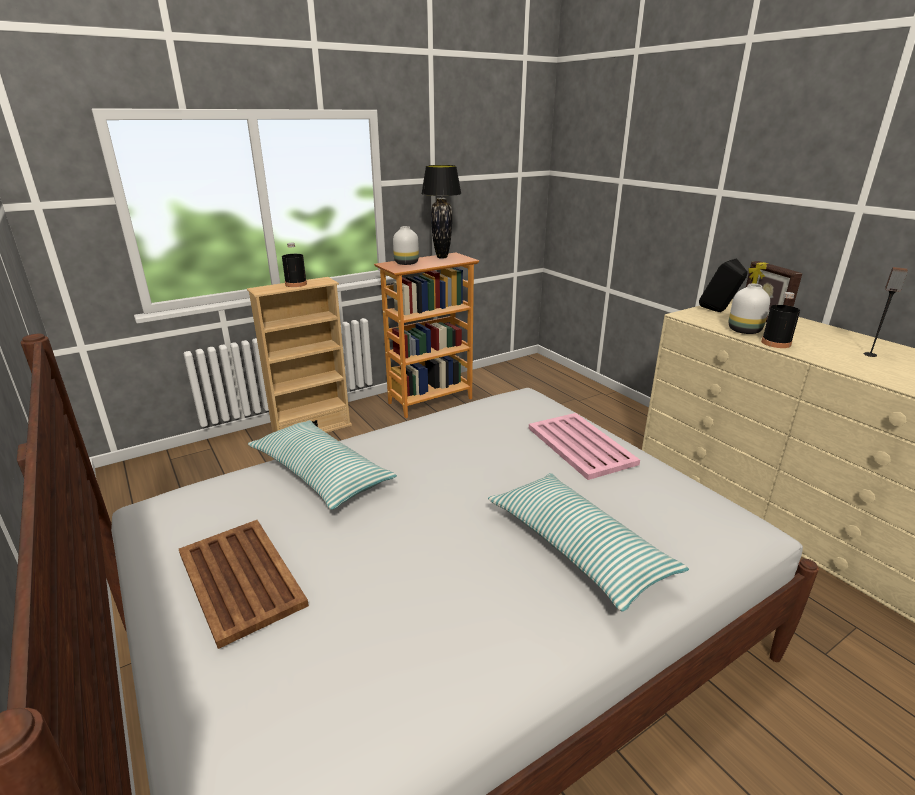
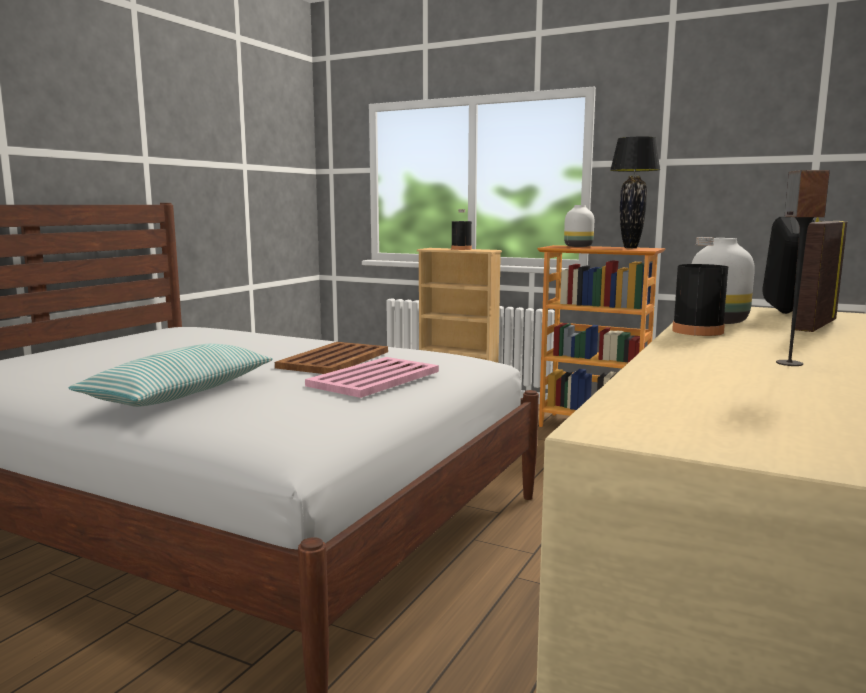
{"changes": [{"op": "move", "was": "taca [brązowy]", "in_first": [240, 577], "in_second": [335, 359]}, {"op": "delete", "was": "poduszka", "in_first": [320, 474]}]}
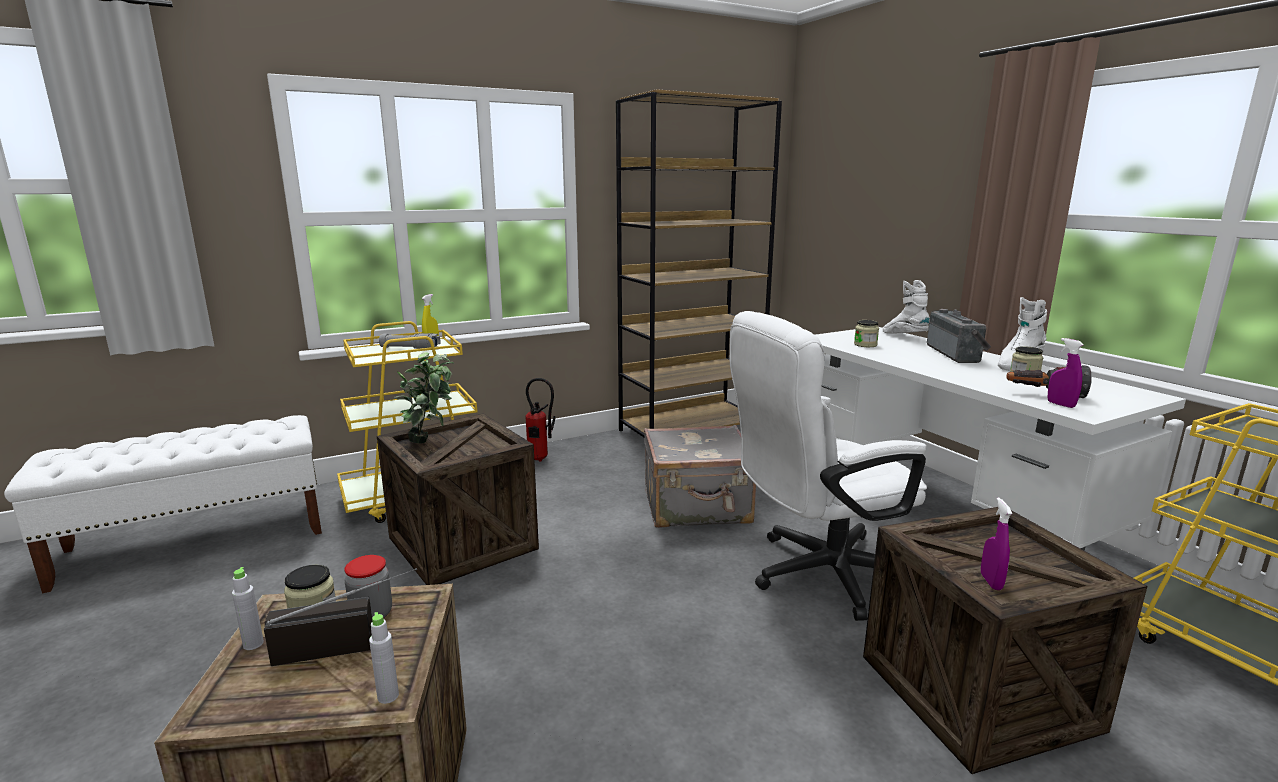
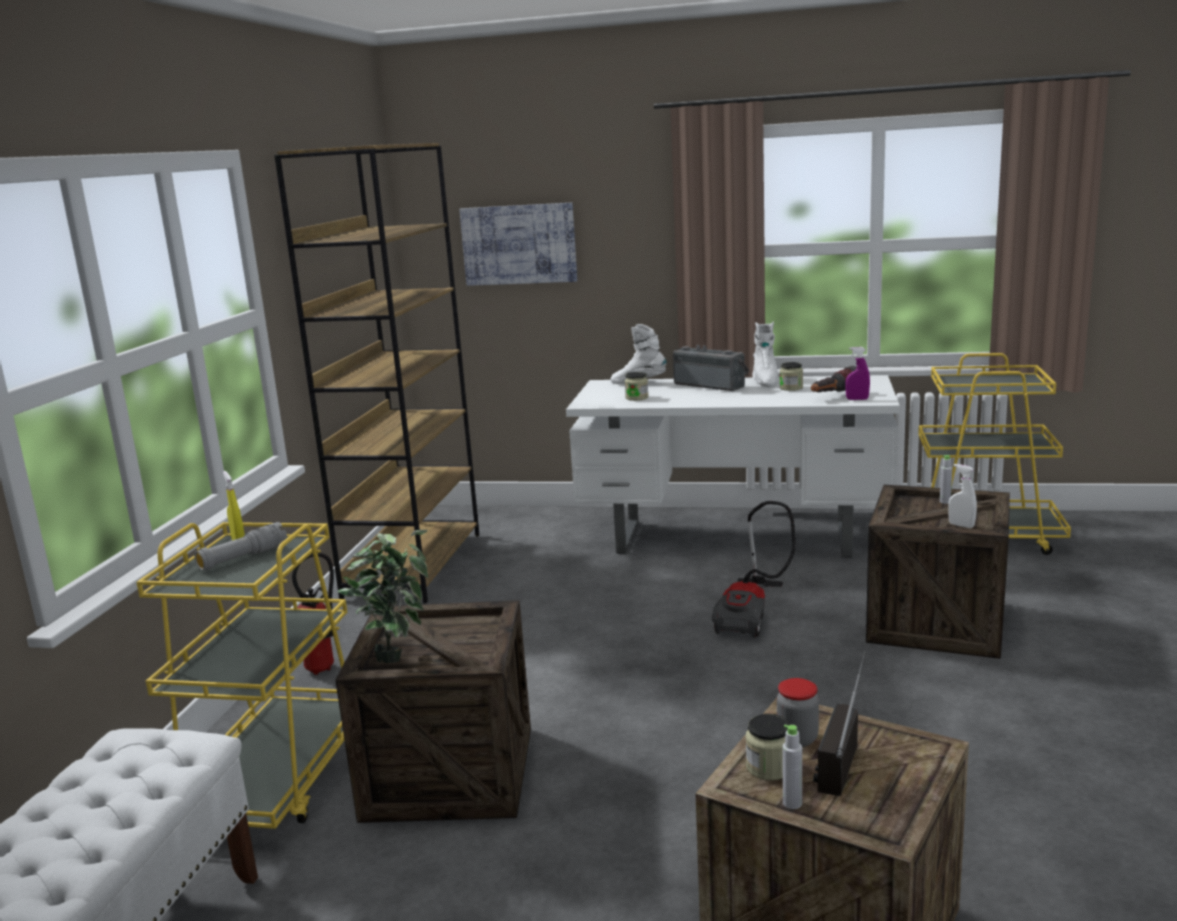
{"changes": [{"op": "move", "was": "butelka [szary]", "in_first": [388, 696], "in_second": [945, 502]}, {"op": "delete", "was": "walizka [szary]", "in_first": [697, 508]}, {"op": "replace", "was": "krzesło biurowe [biały]", "now": "odkurzacz", "in_first": [817, 574], "in_second": [751, 615]}, {"op": "recolor", "was": "spryskiwacz [fioletowy]", "now": "spryskiwacz [biały]", "in_first": [991, 582], "in_second": [961, 525]}, {"op": "insert", "now": "obraz", "in_second": [519, 244]}]}
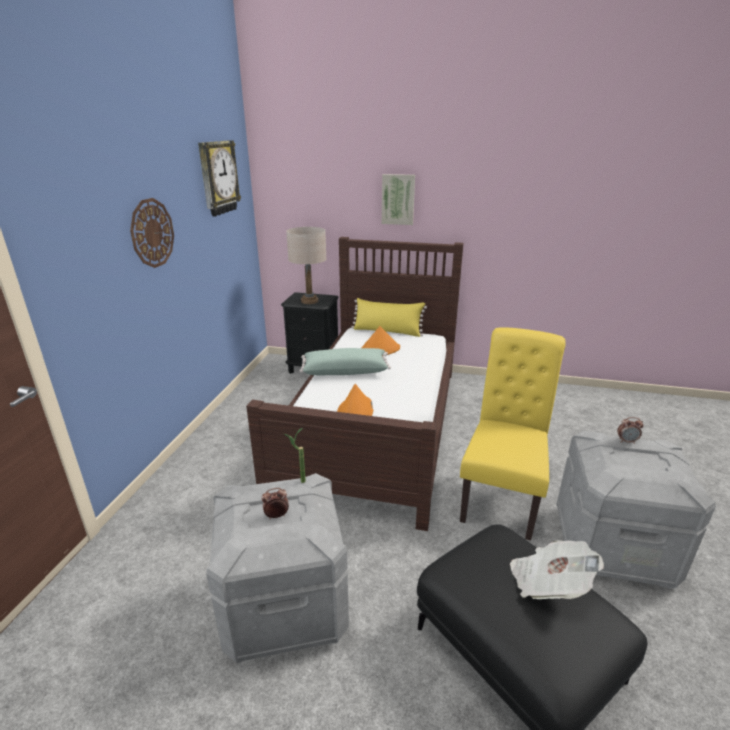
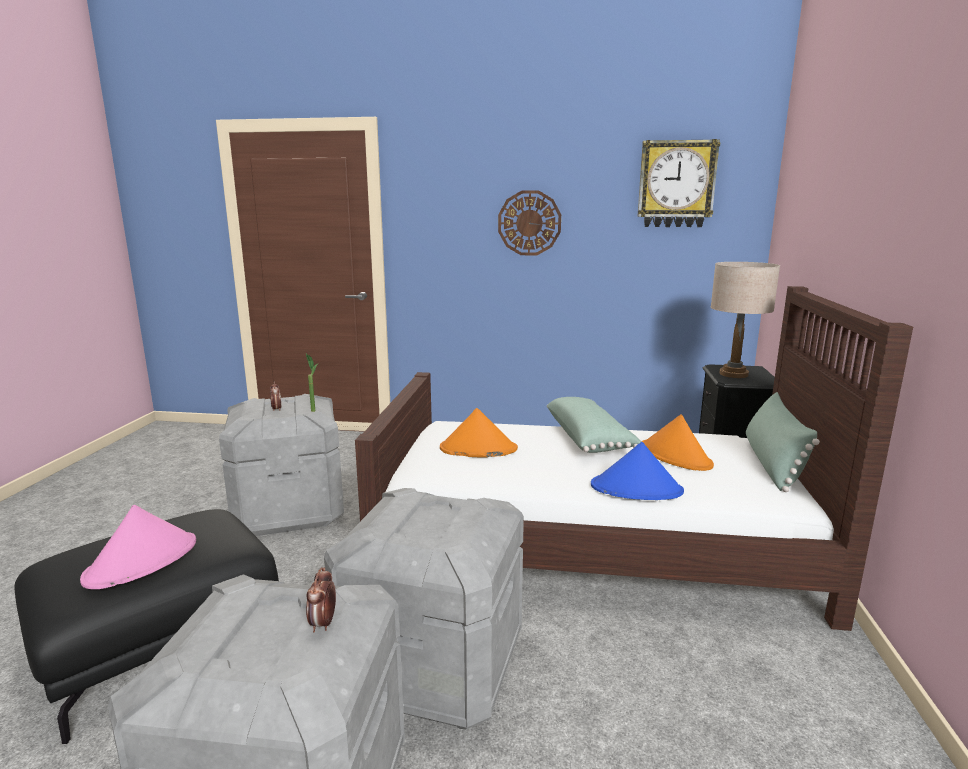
{"changes": [{"op": "recolor", "was": "poduszka [żółty]", "now": "poduszka [zielony]", "in_first": [387, 331], "in_second": [772, 464]}, {"op": "delete", "was": "obraz", "in_first": [398, 199]}, {"op": "replace", "was": "krzesło [żółty]", "now": "pojemnik do przechowywania [szary]", "in_first": [501, 495], "in_second": [434, 667]}, {"op": "replace", "was": "gazeta", "now": "kapelusz [różowy]", "in_first": [549, 583], "in_second": [142, 561]}, {"op": "insert", "now": "kapelusz [niebieski]", "in_second": [636, 489]}]}
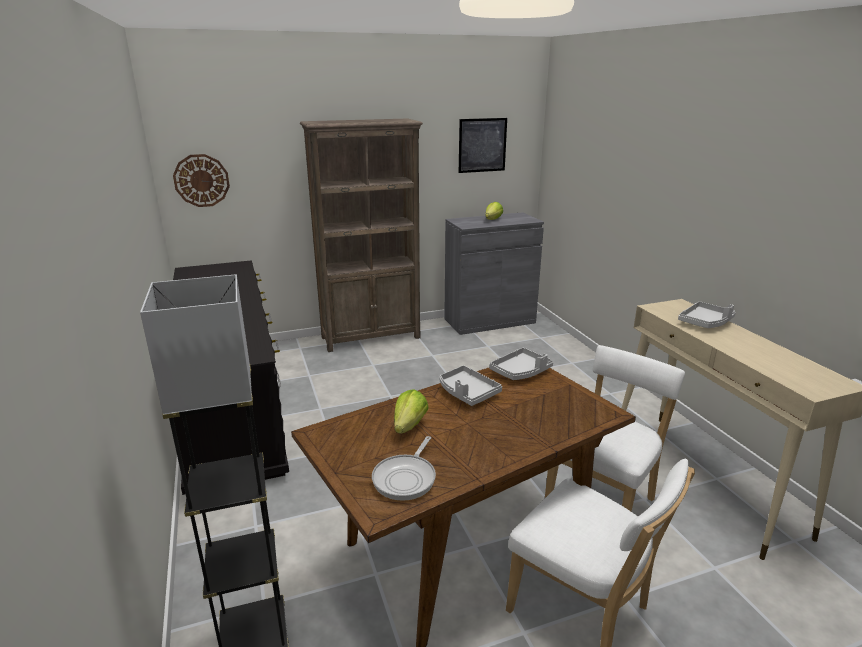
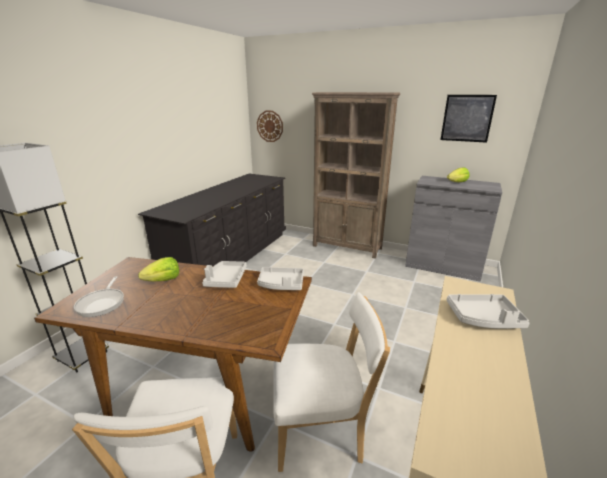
{"changes": [{"op": "rotate", "was": "patelnia", "in_first": [406, 478], "in_second": [102, 303], "clockwise": -75}]}
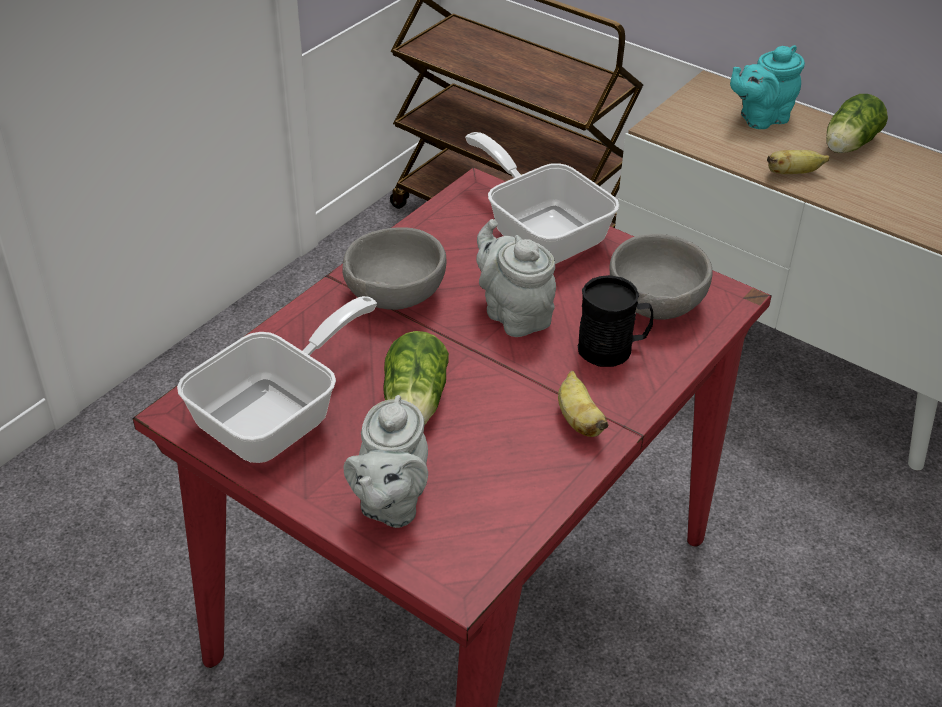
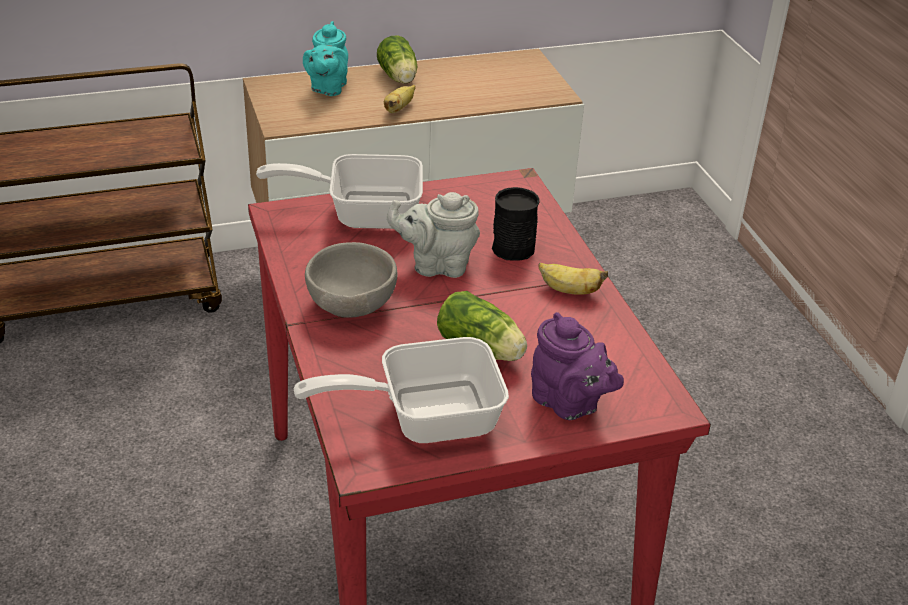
{"changes": [{"op": "rotate", "was": "patelnia", "in_first": [279, 415], "in_second": [424, 417], "clockwise": -90}, {"op": "recolor", "was": "imbryk [szary]", "now": "imbryk [fioletowy]", "in_first": [390, 504], "in_second": [569, 404]}, {"op": "delete", "was": "miska [szary]", "in_first": [658, 302]}]}
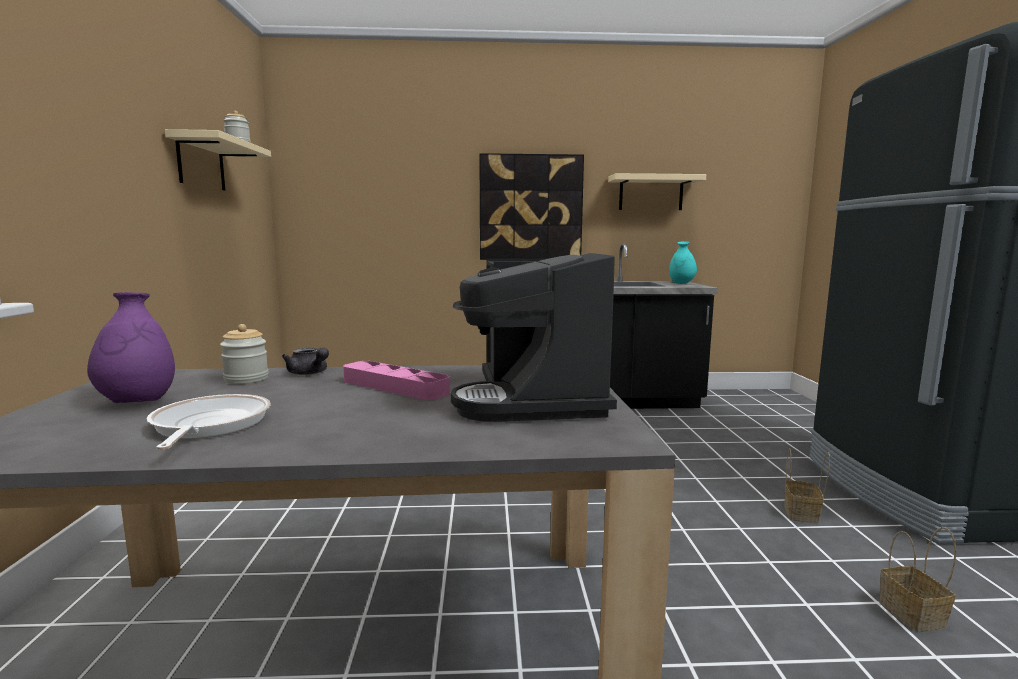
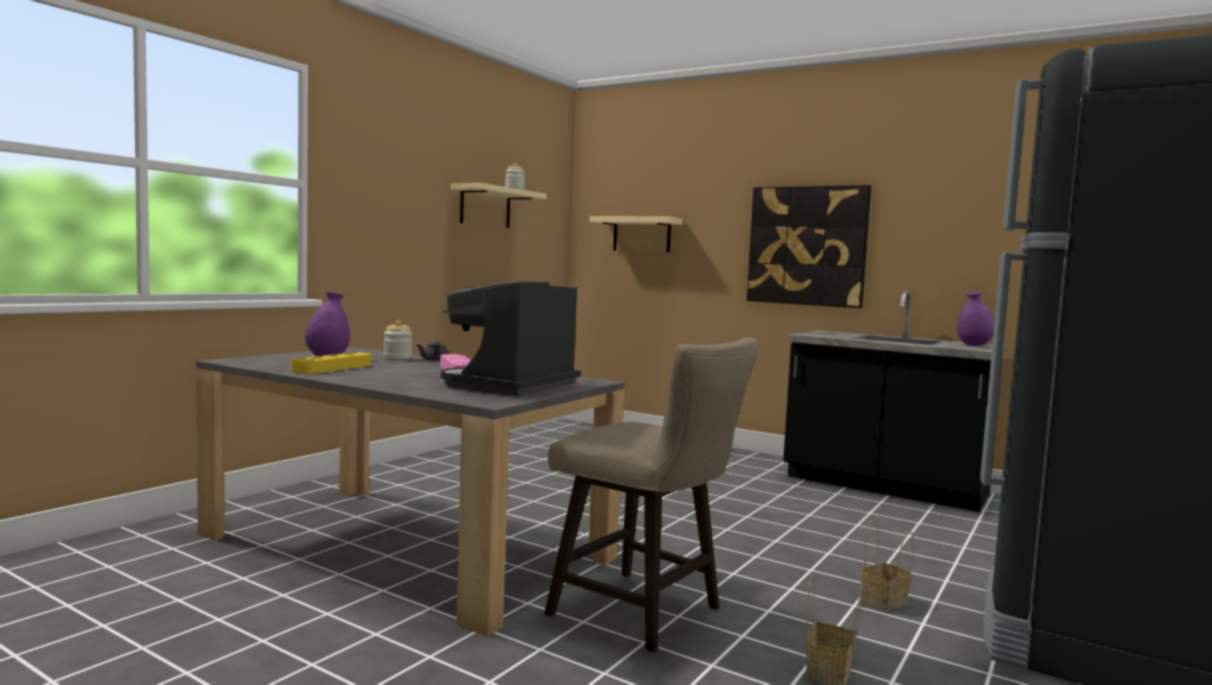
{"changes": [{"op": "replace", "was": "patelnia", "now": "taca [żółty]", "in_first": [208, 425], "in_second": [332, 368]}, {"op": "move", "was": "półka [beżowy]", "in_first": [651, 193], "in_second": [641, 235]}, {"op": "recolor", "was": "wazon [turkusowy]", "now": "wazon [fioletowy]", "in_first": [681, 283], "in_second": [974, 345]}, {"op": "insert", "now": "stołek [beżowy]", "in_second": [646, 614]}]}
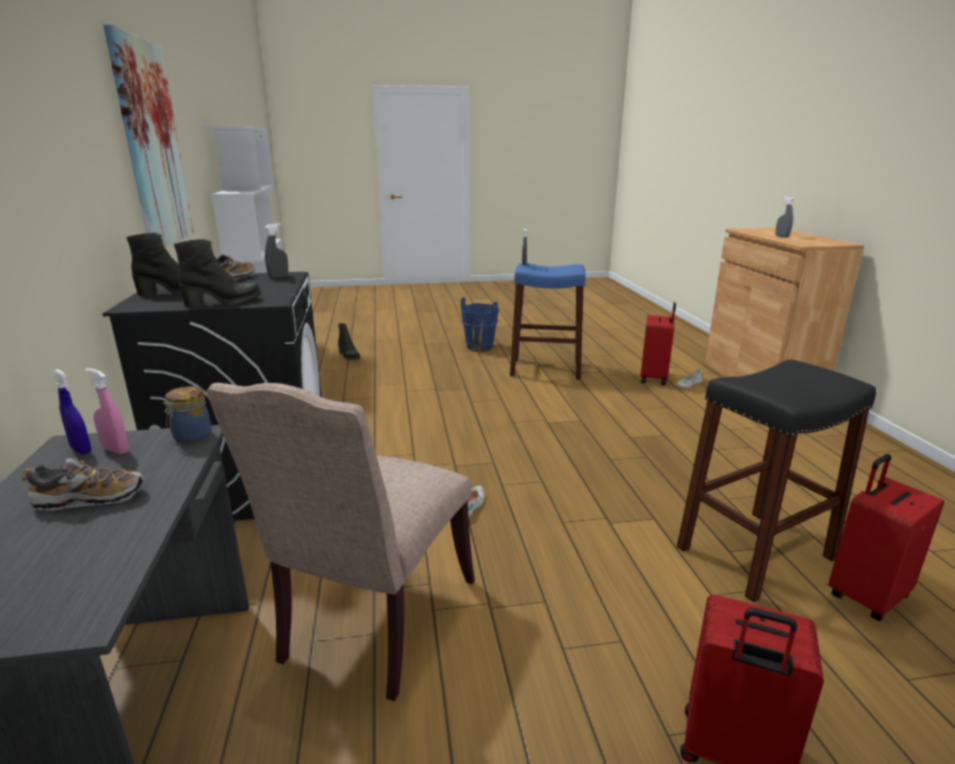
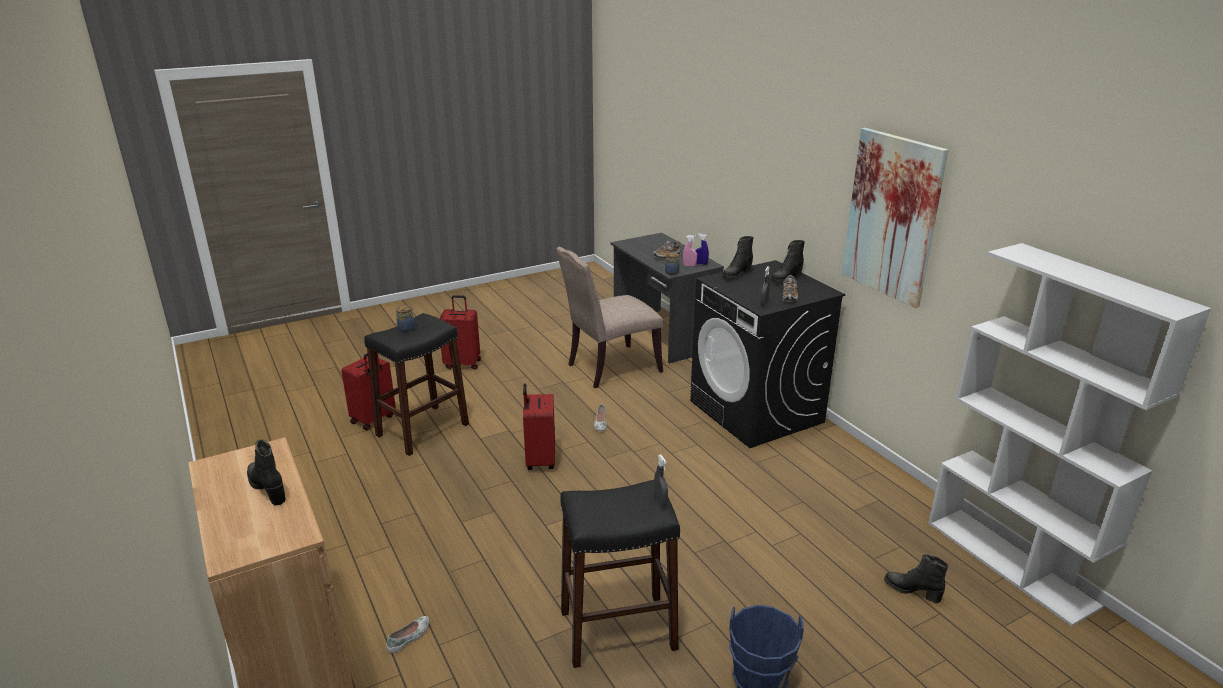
{"changes": [{"op": "rotate", "was": "krzesło [beżowy]", "in_first": [373, 623], "in_second": [610, 368], "clockwise": -120}, {"op": "recolor", "was": "stołek [niebieski]", "now": "stołek [czarny]", "in_first": [546, 369], "in_second": [617, 630]}, {"op": "move", "was": "walizka [czerwony]", "in_first": [654, 378], "in_second": [539, 460]}, {"op": "replace", "was": "spryskiwacz [szary]", "now": "but z cholewką [czarny]", "in_first": [782, 236], "in_second": [268, 488]}, {"op": "insert", "now": "słoik", "in_second": [406, 328]}]}
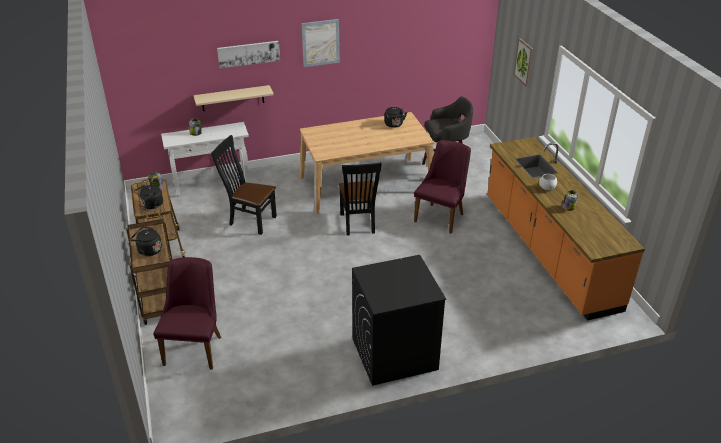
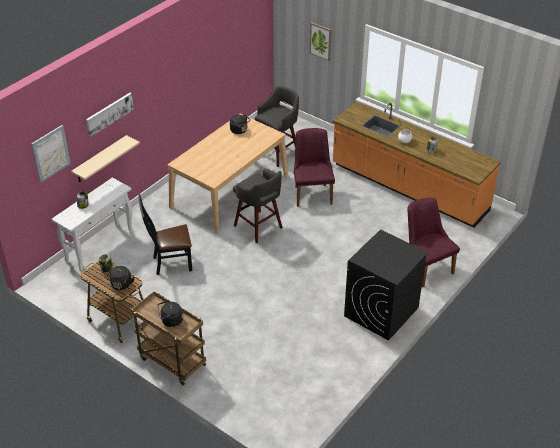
{"changes": [{"op": "move", "was": "krzesło [fioletowy]", "in_first": [195, 346], "in_second": [425, 267]}, {"op": "move", "was": "obraz", "in_first": [320, 43], "in_second": [50, 153]}, {"op": "replace", "was": "krzesło [czarny]", "now": "stołek [szary]", "in_first": [358, 225], "in_second": [259, 227]}]}
